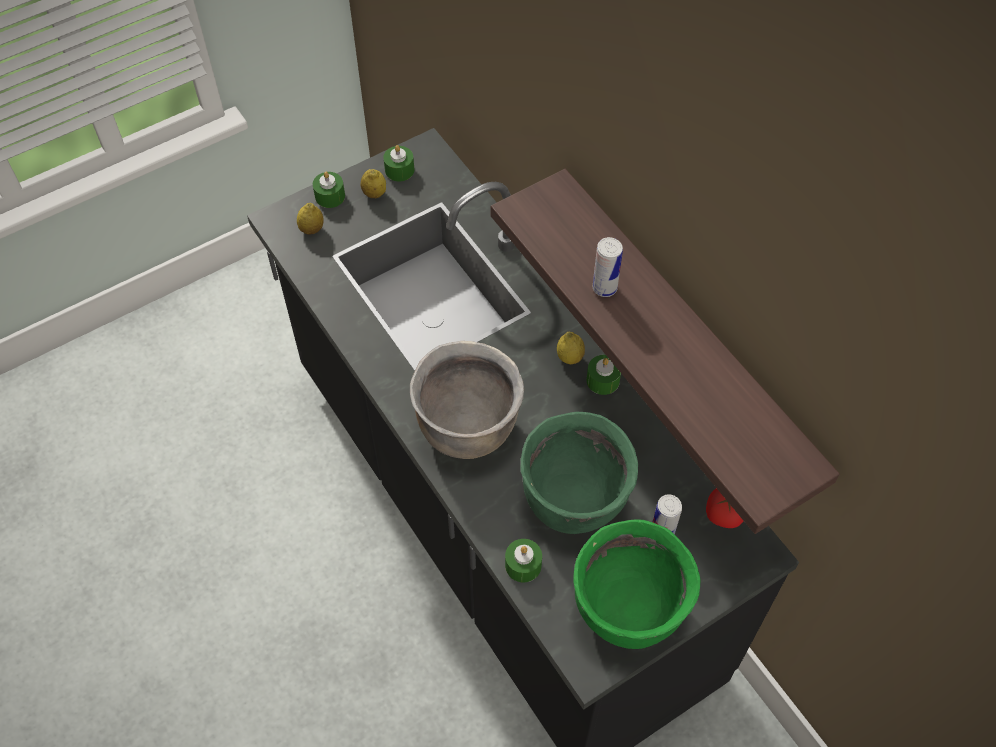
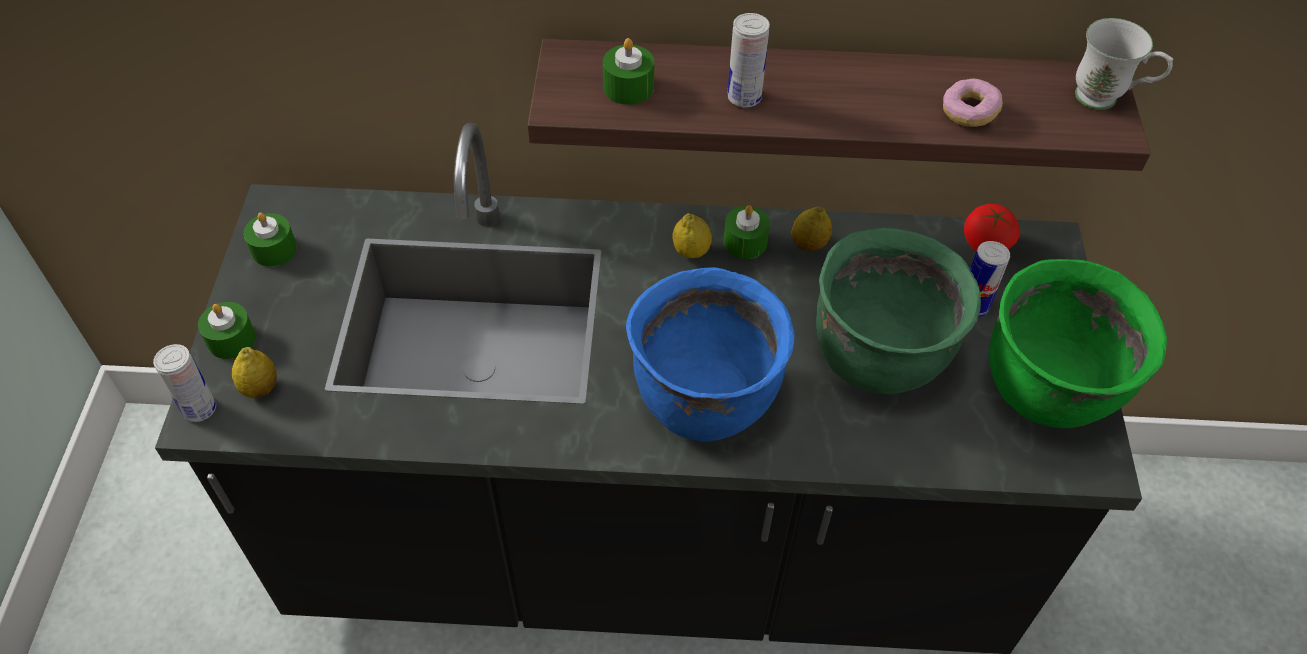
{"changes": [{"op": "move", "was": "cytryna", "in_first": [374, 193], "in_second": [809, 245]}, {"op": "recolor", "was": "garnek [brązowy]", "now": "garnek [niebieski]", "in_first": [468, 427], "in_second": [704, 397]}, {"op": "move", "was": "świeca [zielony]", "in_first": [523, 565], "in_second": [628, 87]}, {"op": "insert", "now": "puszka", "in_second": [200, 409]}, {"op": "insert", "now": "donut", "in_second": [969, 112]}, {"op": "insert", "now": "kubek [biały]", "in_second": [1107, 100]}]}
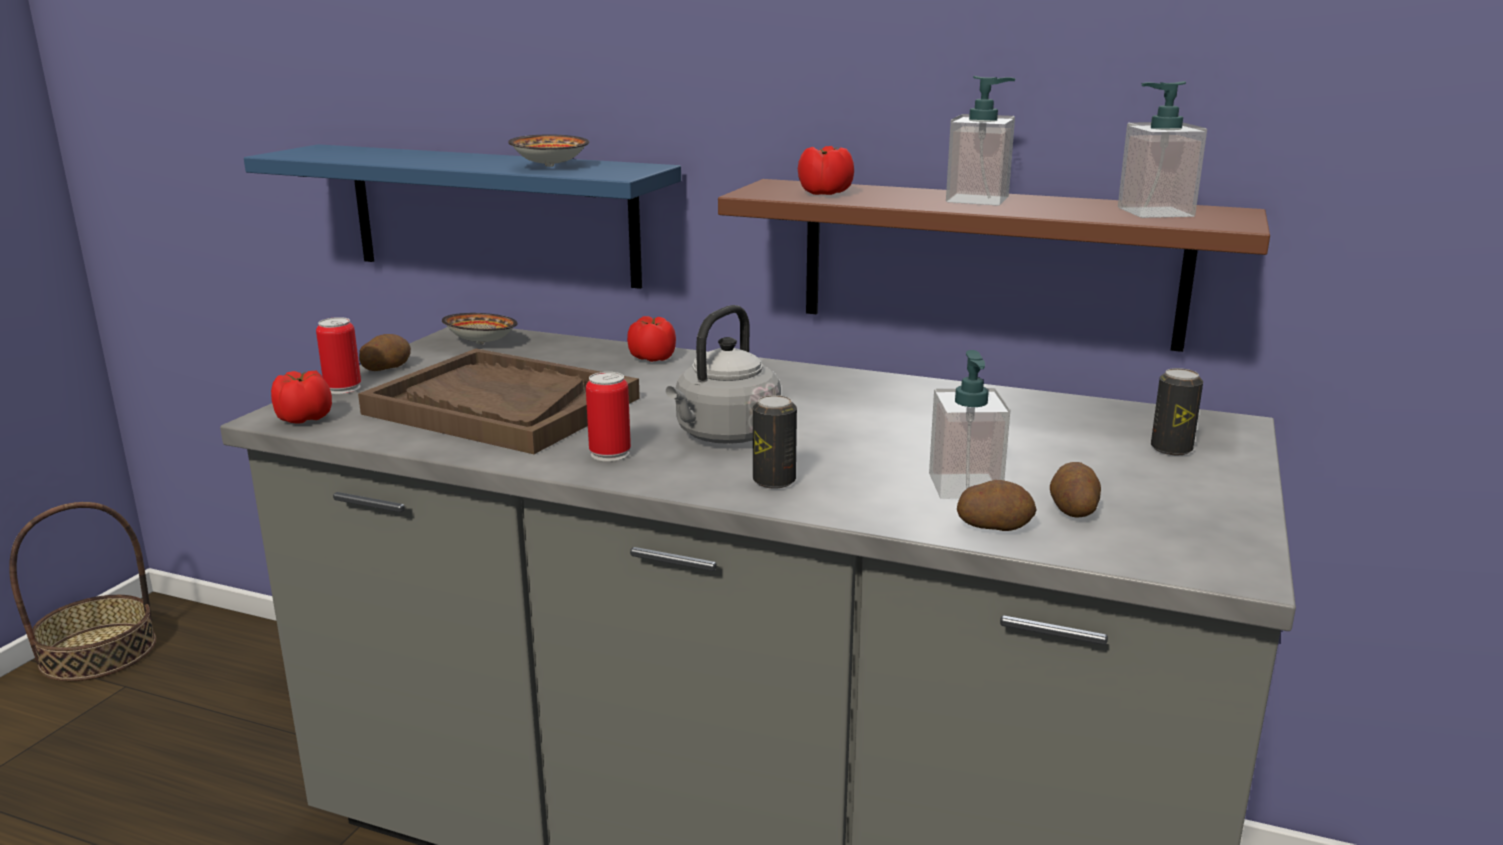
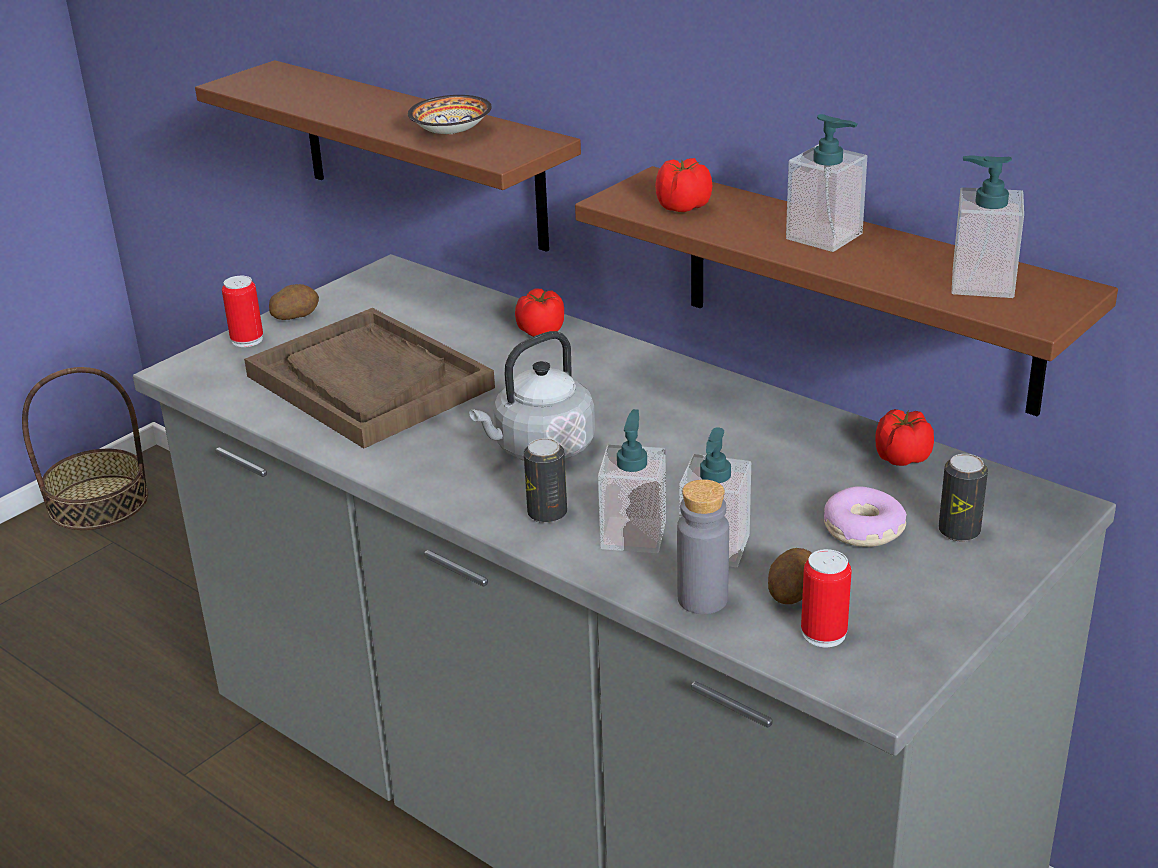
{"changes": [{"op": "recolor", "was": "półka [niebieski]", "now": "półka [brązowy]", "in_first": [493, 214], "in_second": [421, 154]}, {"op": "move", "was": "pomidor", "in_first": [304, 418], "in_second": [901, 457]}, {"op": "delete", "was": "miska", "in_first": [481, 343]}, {"op": "move", "was": "puszka", "in_first": [610, 454], "in_second": [823, 633]}, {"op": "replace", "was": "ziemniak", "now": "butelka [szary]", "in_first": [994, 526], "in_second": [702, 599]}, {"op": "insert", "now": "dozownik mydła", "in_second": [633, 534]}, {"op": "insert", "now": "donut", "in_second": [862, 530]}]}
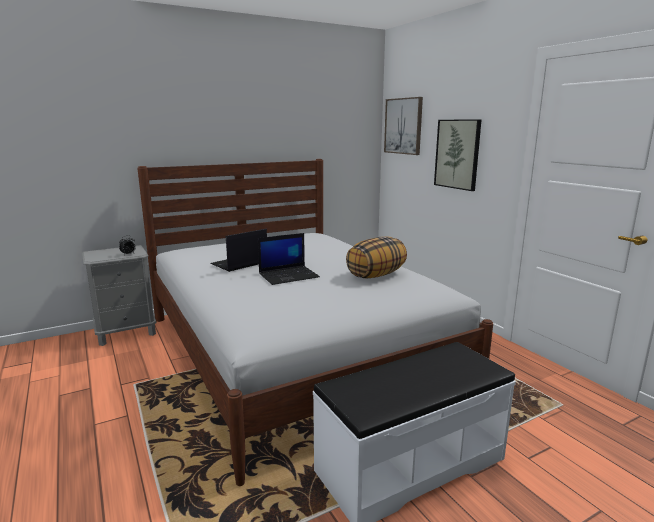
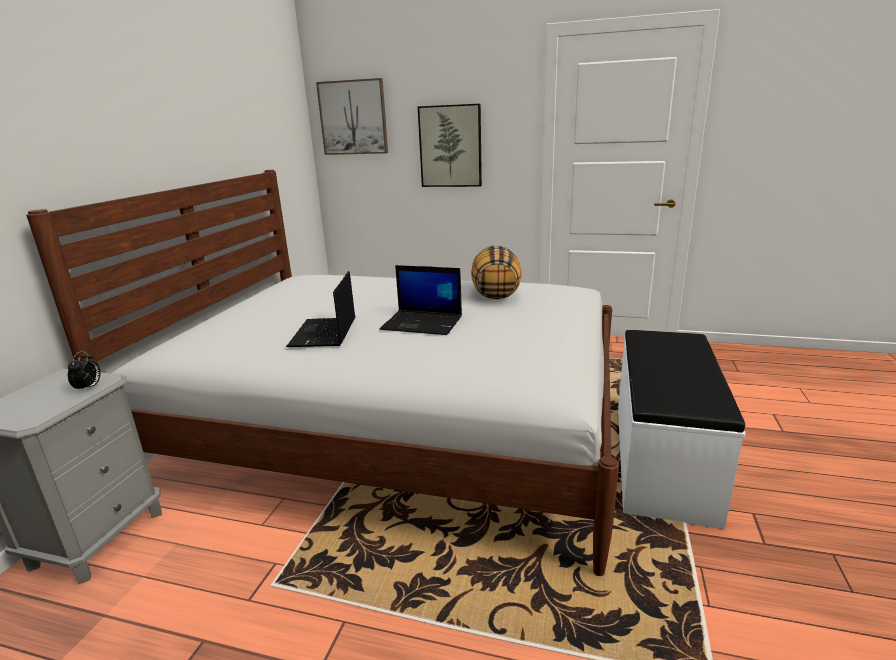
{"changes": [{"op": "rotate", "was": "laptop", "in_first": [289, 275], "in_second": [423, 323], "clockwise": 90}]}
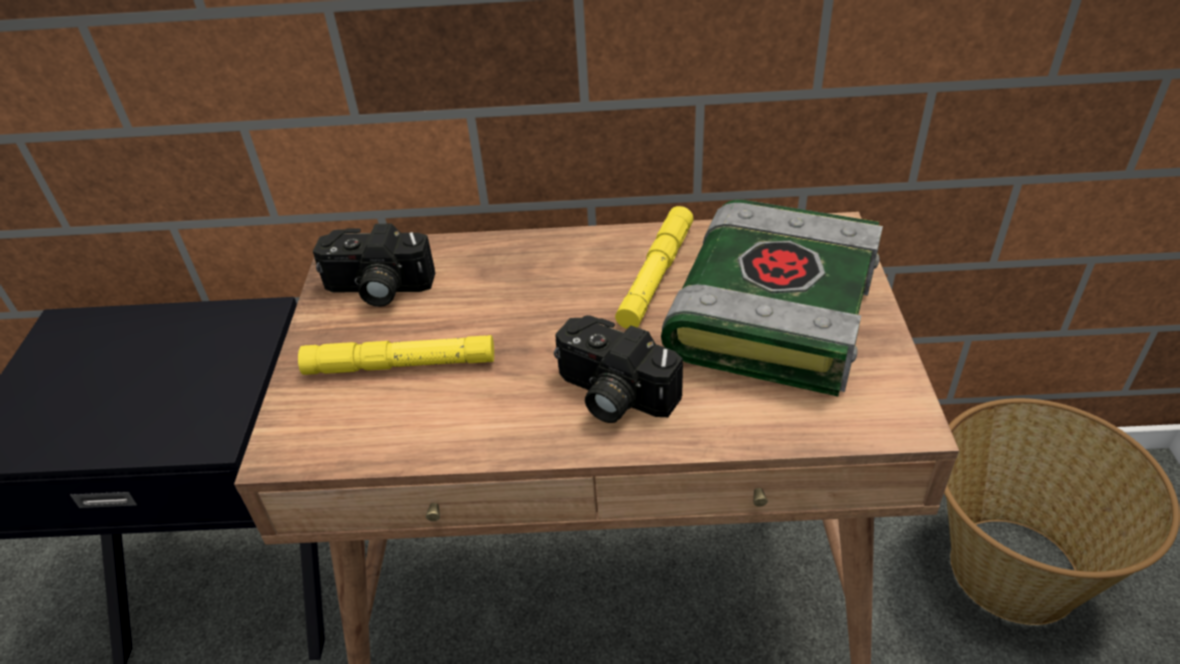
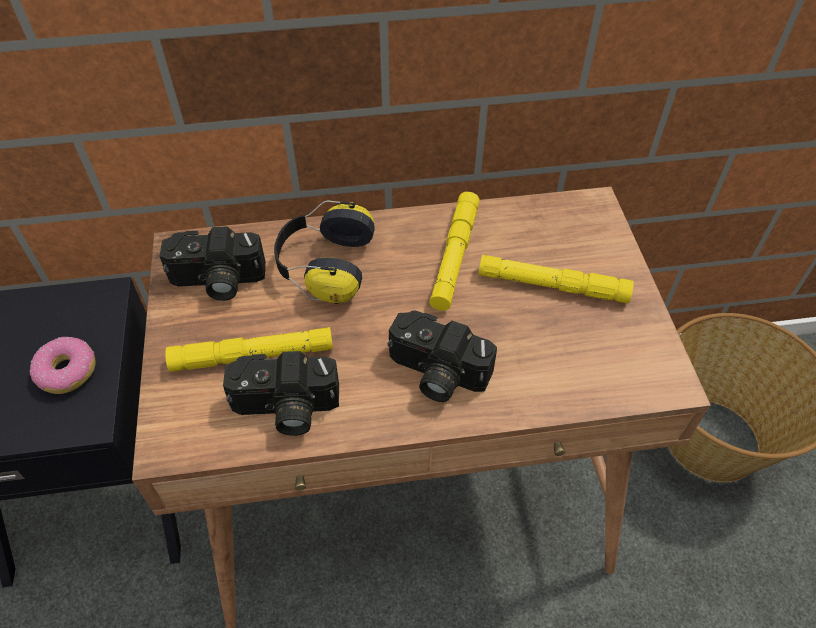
{"changes": [{"op": "replace", "was": "książka", "now": "latarka [żółty]", "in_first": [770, 310], "in_second": [552, 285]}, {"op": "insert", "now": "donut", "in_second": [67, 371]}, {"op": "insert", "now": "aparat fotograficzny", "in_second": [285, 409]}, {"op": "insert", "now": "słuchawki", "in_second": [324, 266]}]}
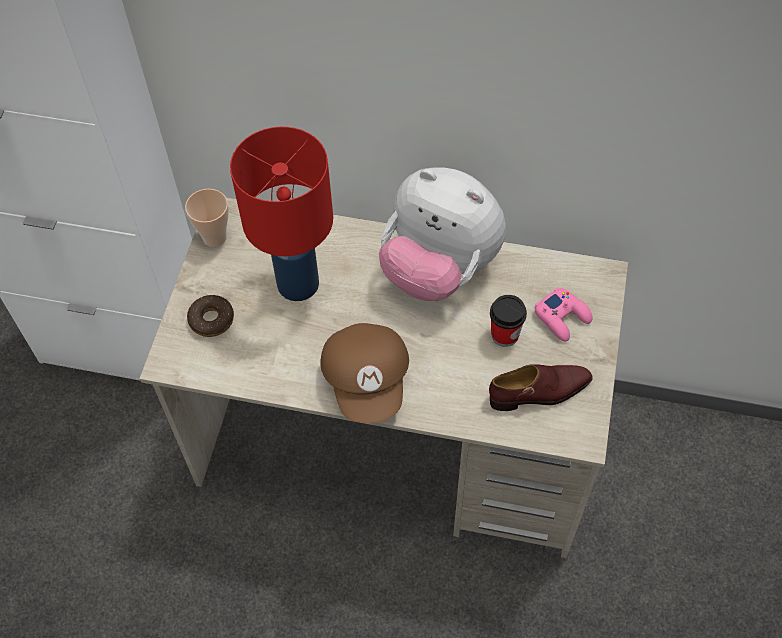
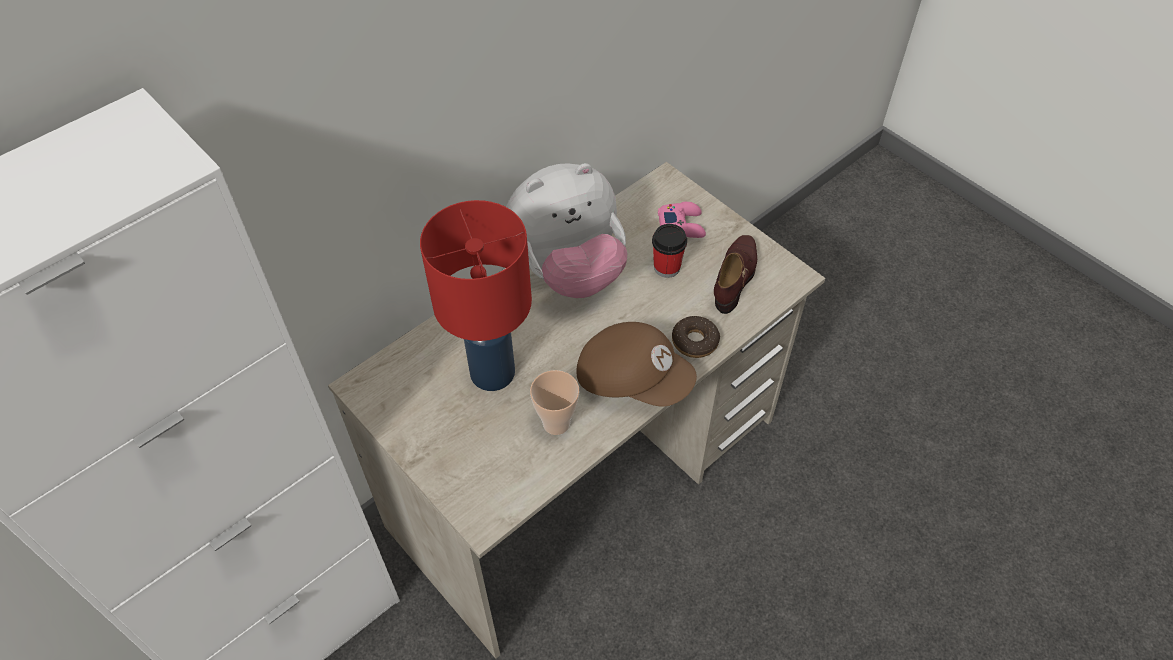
{"changes": [{"op": "move", "was": "filiżanka", "in_first": [215, 237], "in_second": [556, 423]}, {"op": "move", "was": "donut", "in_first": [211, 320], "in_second": [695, 341]}]}
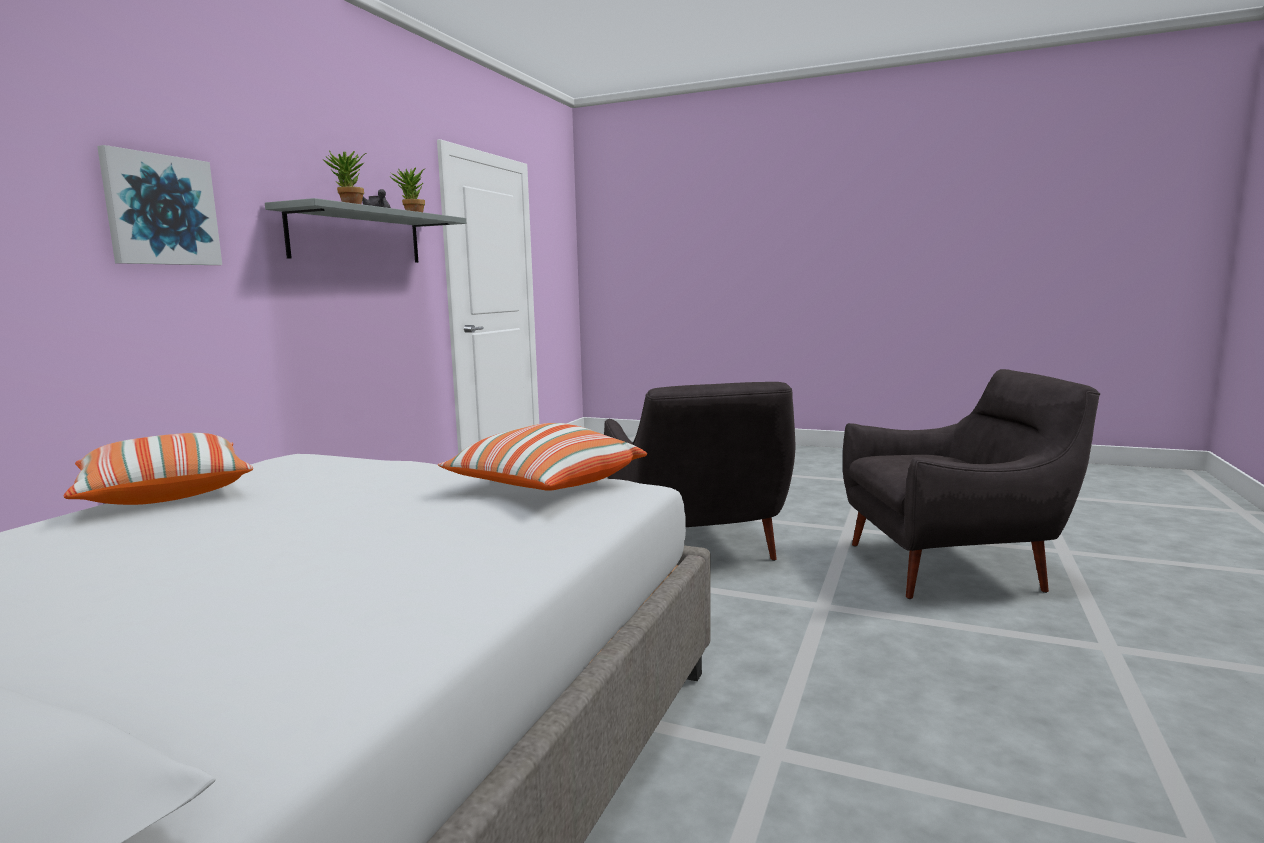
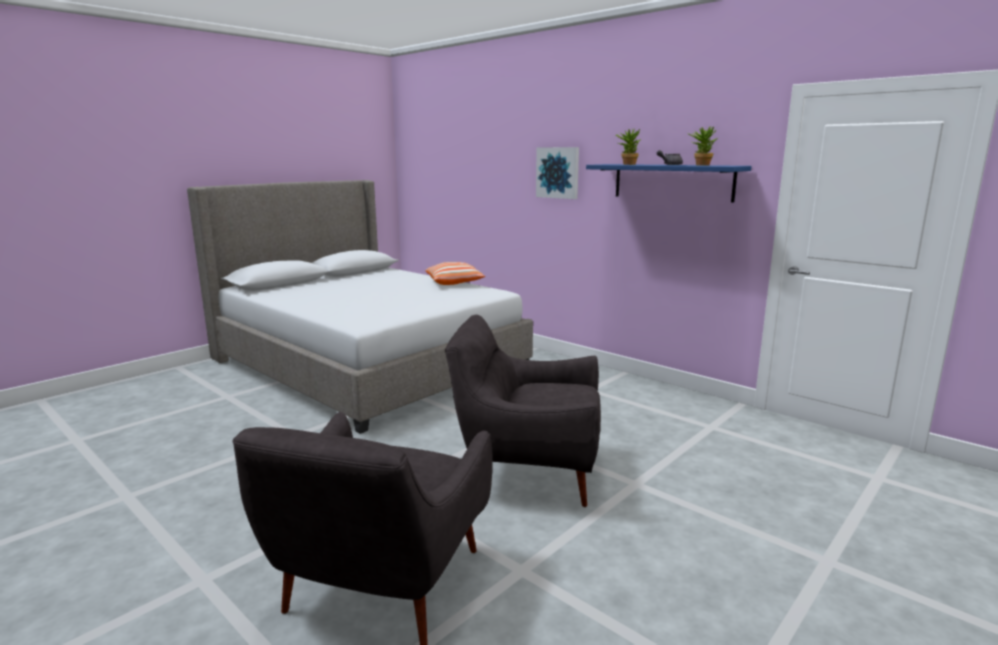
{"changes": [{"op": "recolor", "was": "półka [szary]", "now": "półka [niebieski]", "in_first": [357, 236], "in_second": [672, 182]}, {"op": "delete", "was": "poduszka", "in_first": [545, 487]}]}
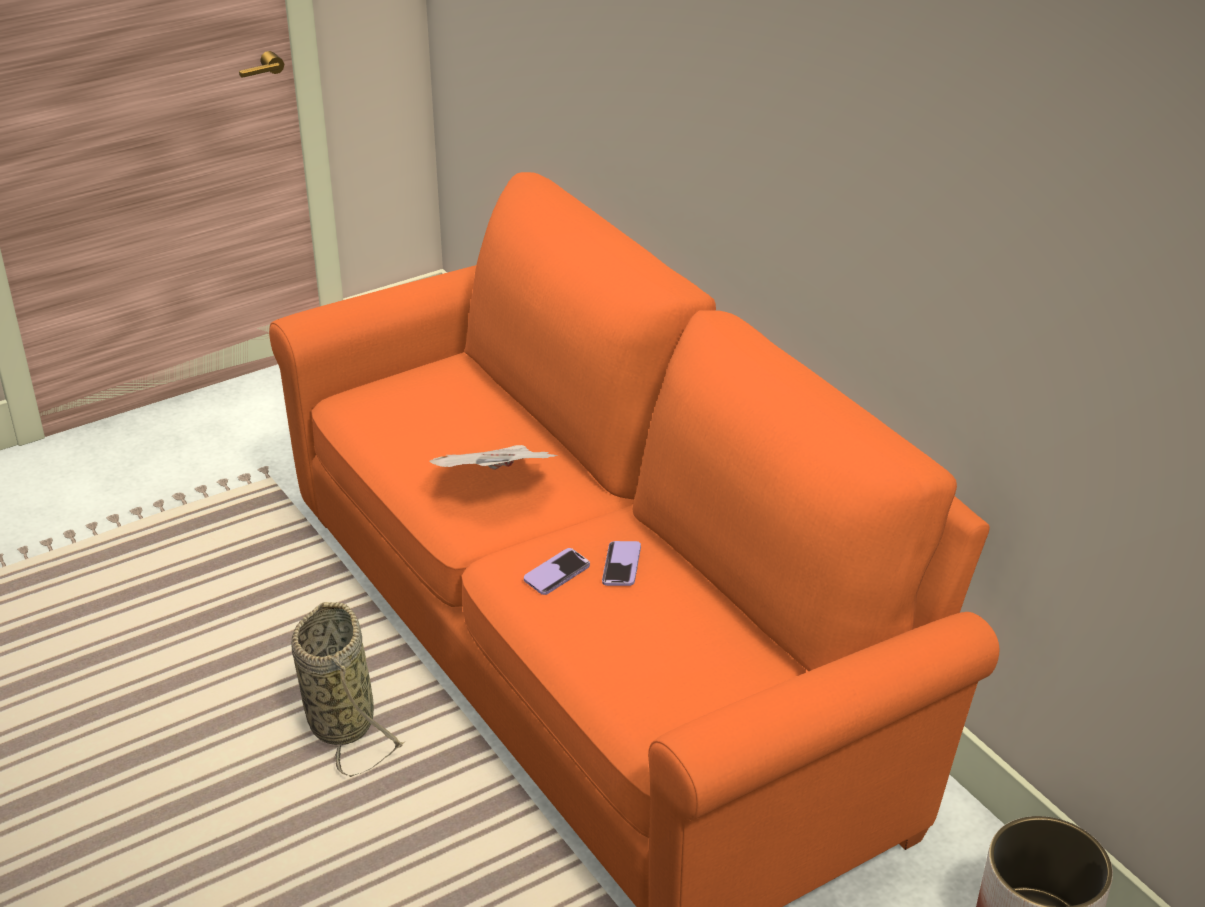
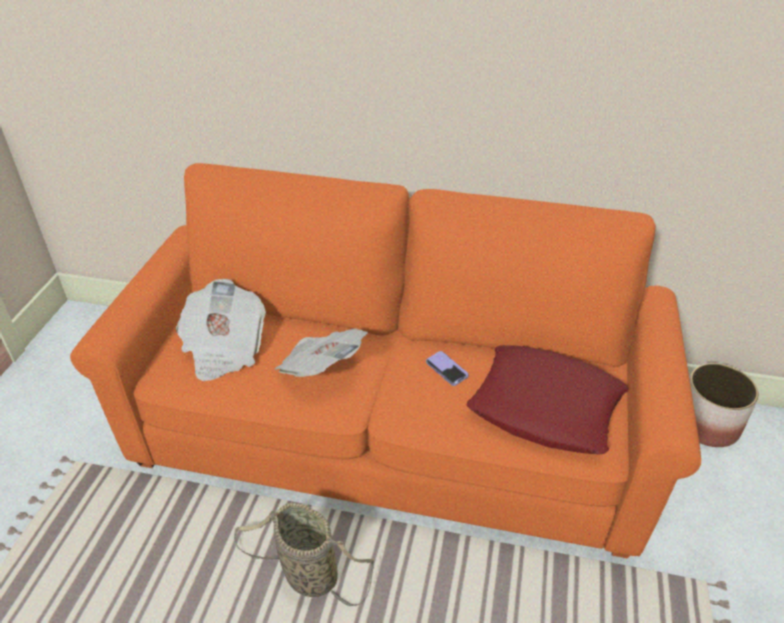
{"changes": [{"op": "delete", "was": "telefon", "in_first": [557, 573]}, {"op": "insert", "now": "gazeta", "in_second": [223, 348]}, {"op": "insert", "now": "poduszka [czerwony]", "in_second": [546, 407]}]}
